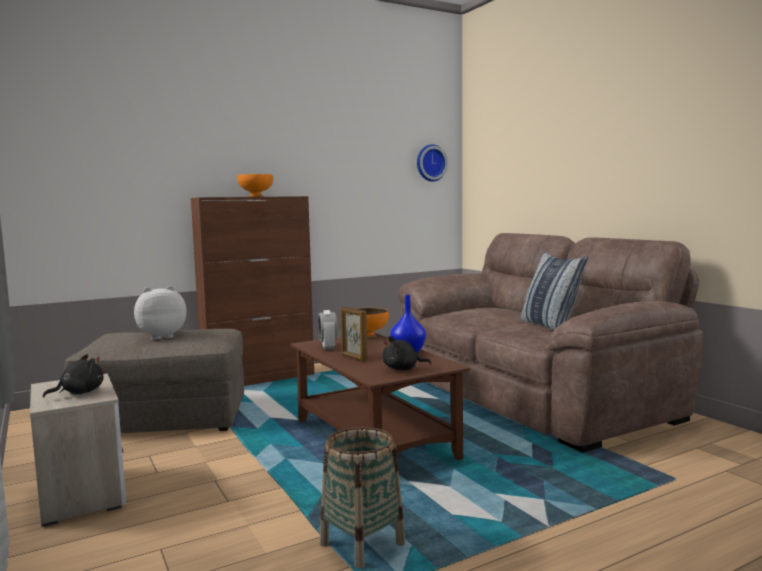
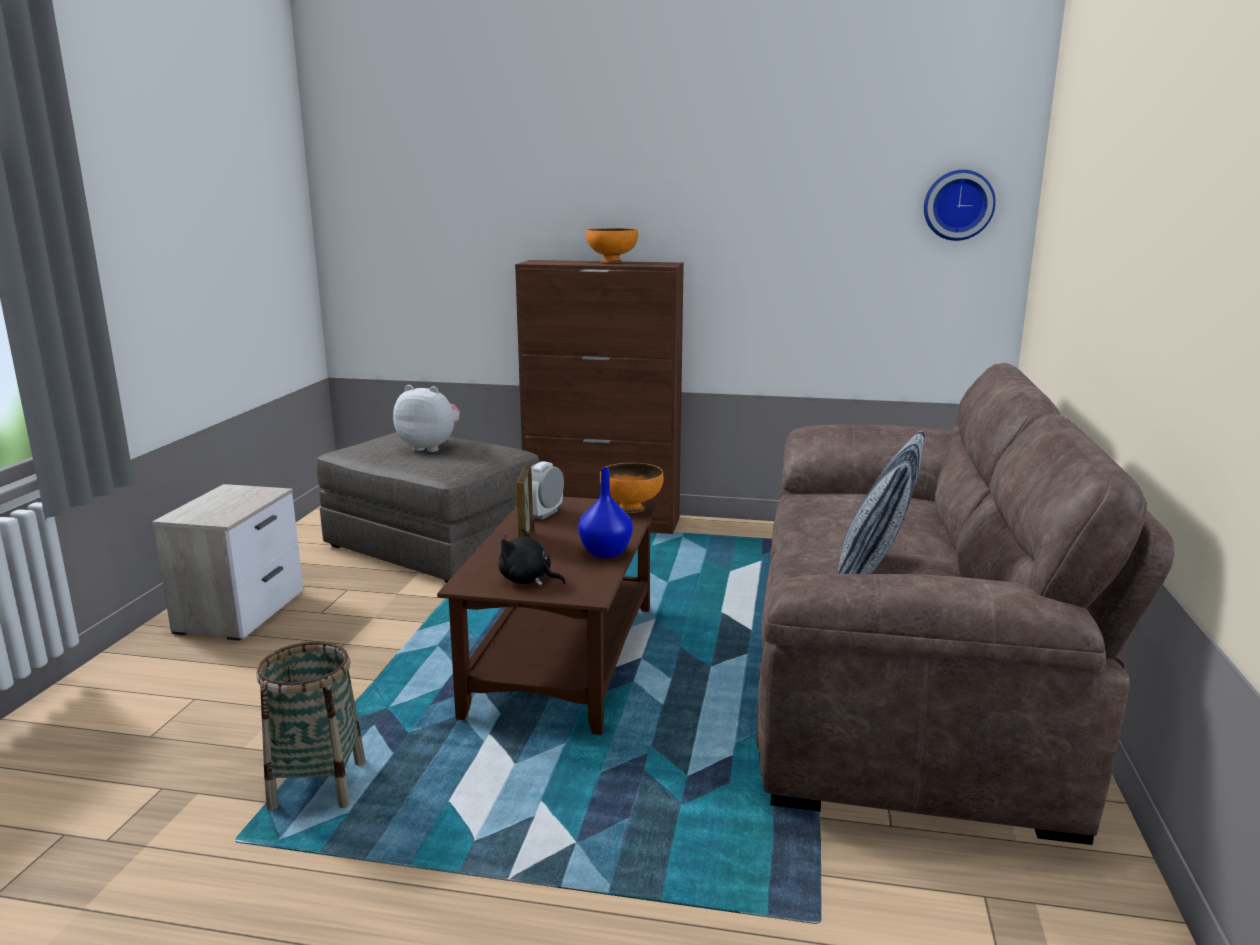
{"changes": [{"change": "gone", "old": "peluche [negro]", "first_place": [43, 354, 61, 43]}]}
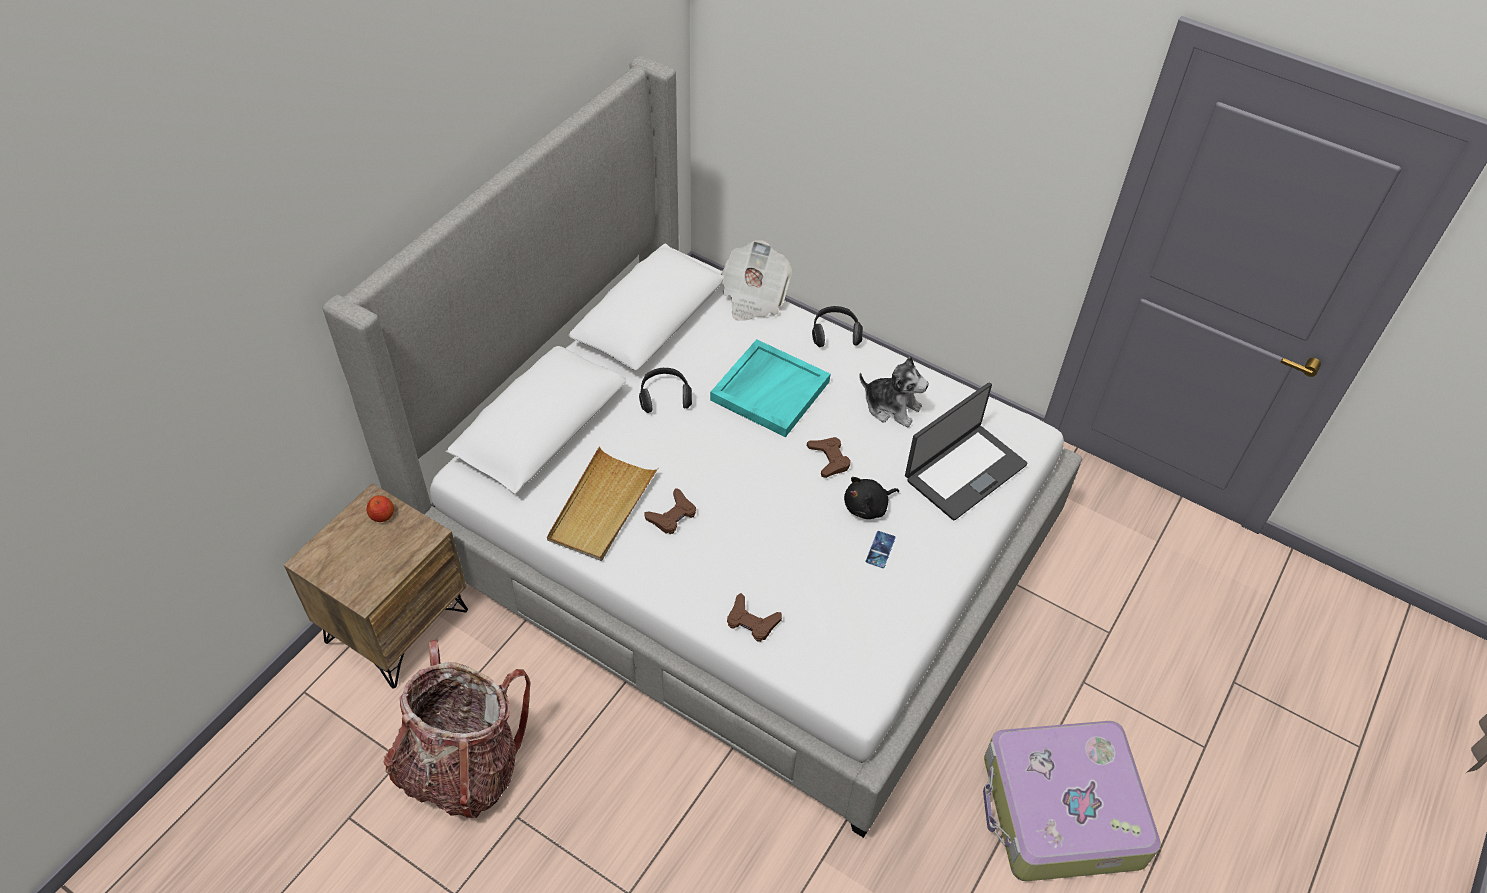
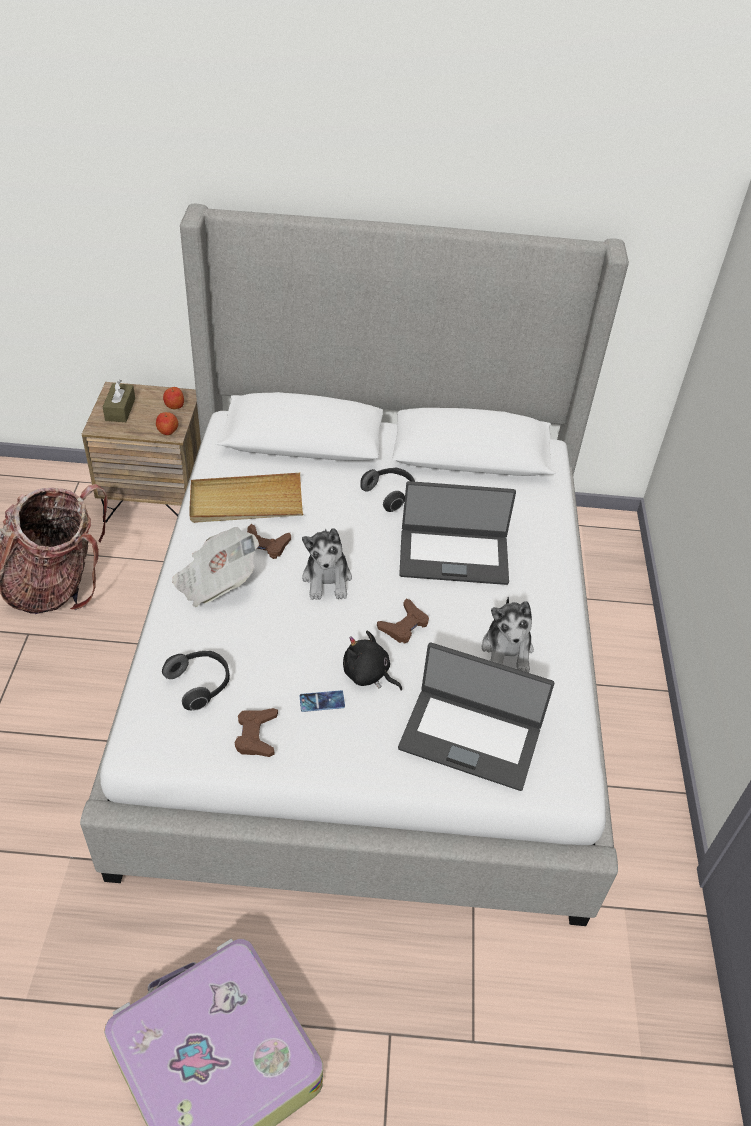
{"changes": [{"change": "shifted", "old": "periódico", "first_place": [721, 240, 71, 81], "second_place": [172, 527, 87, 80]}, {"change": "shifted", "old": "auriculares", "first_place": [812, 306, 51, 41], "second_place": [162, 651, 68, 60]}, {"change": "swapped", "old": "bandeja [turquesa]", "new": "portátil", "first_place": [710, 339, 120, 98], "second_place": [399, 481, 117, 104]}, {"change": "shifted", "old": "mando de consola [marrón]", "first_place": [727, 593, 55, 49], "second_place": [235, 708, 43, 49]}, {"change": "new", "new": "caja de pañuelos [marrón]", "second_place": [103, 380, 32, 42]}, {"change": "new", "new": "manzana", "second_place": [156, 412, 22, 23]}, {"change": "new", "new": "peluche", "second_place": [302, 528, 50, 72]}]}
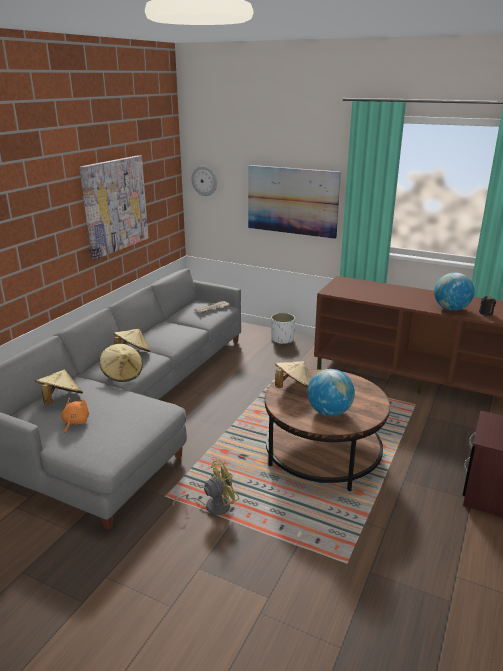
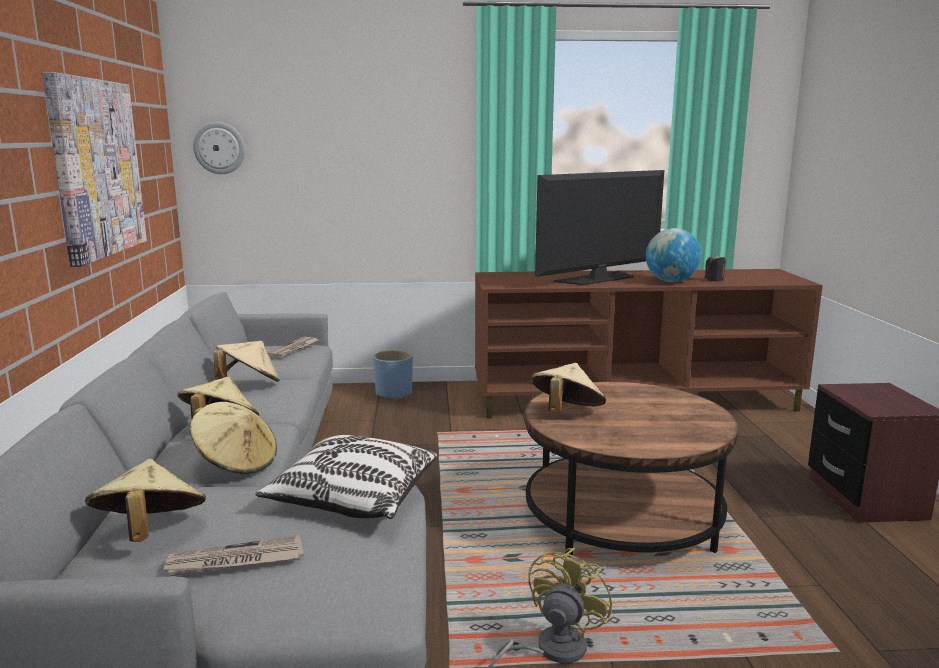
{"changes": [{"change": "gone", "old": "cuadro", "first_place": [248, 165, 93, 74]}, {"change": "repainted", "old": "maceta [blanco]", "new": "maceta [azul]", "first_place": [271, 313, 24, 31], "second_place": [373, 350, 40, 50]}, {"change": "gone", "old": "globo terráqueo", "first_place": [307, 369, 48, 47]}, {"change": "swapped", "old": "peluche [naranja]", "new": "periódico", "first_place": [61, 397, 28, 36], "second_place": [163, 535, 141, 41]}, {"change": "new", "new": "televisor", "second_place": [535, 170, 129, 115]}, {"change": "new", "new": "sombrero [beis]", "second_place": [214, 341, 65, 41]}, {"change": "new", "new": "cojín", "second_place": [256, 435, 181, 84]}]}
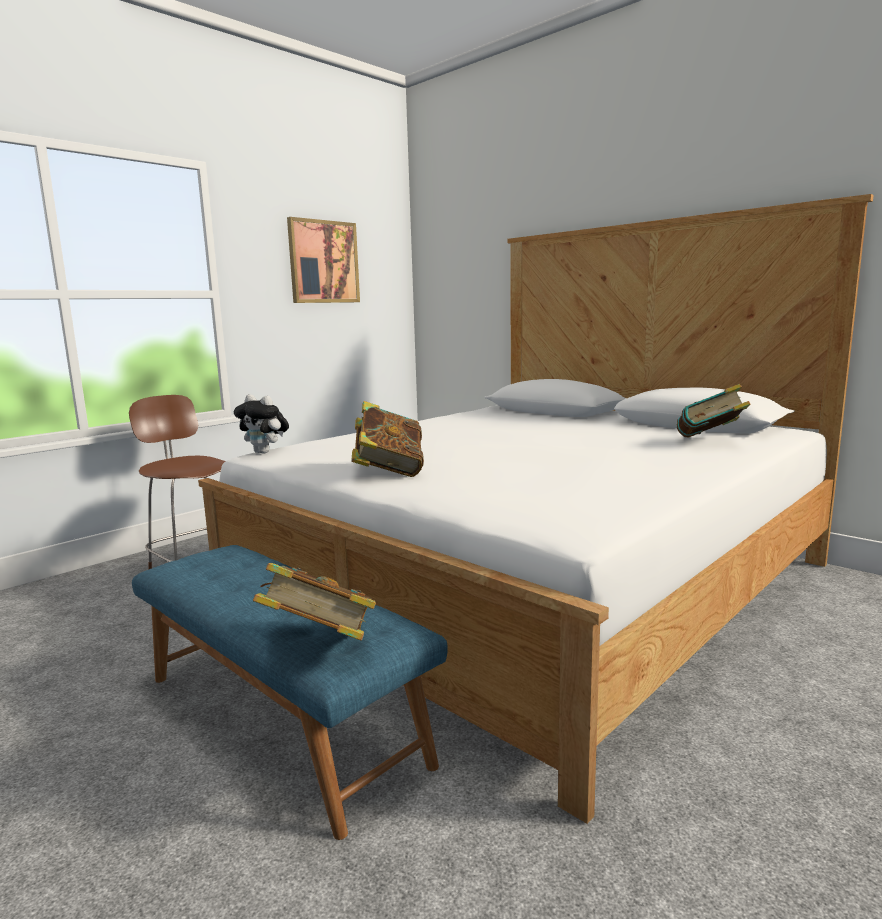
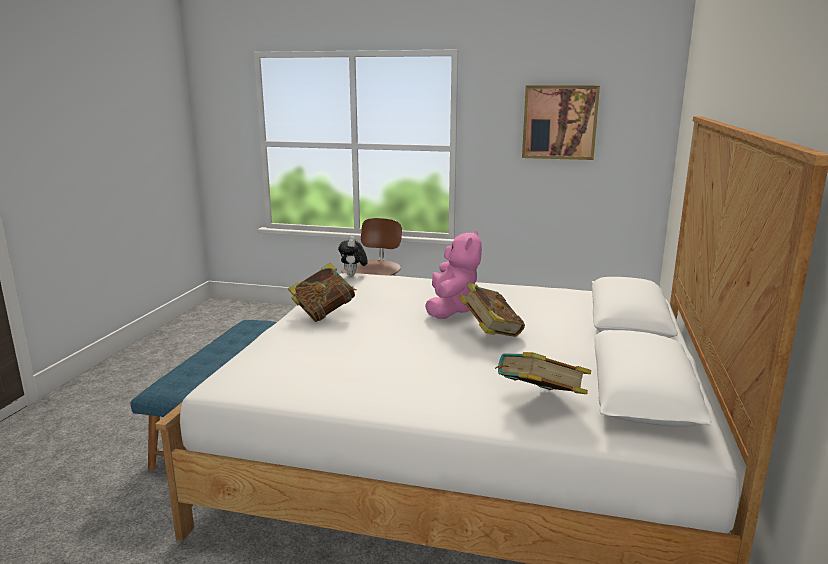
{"changes": [{"change": "shifted", "old": "libro", "first_place": [253, 563, 123, 78], "second_place": [458, 283, 67, 54]}, {"change": "new", "new": "peluche [rosa]", "second_place": [425, 230, 57, 89]}]}
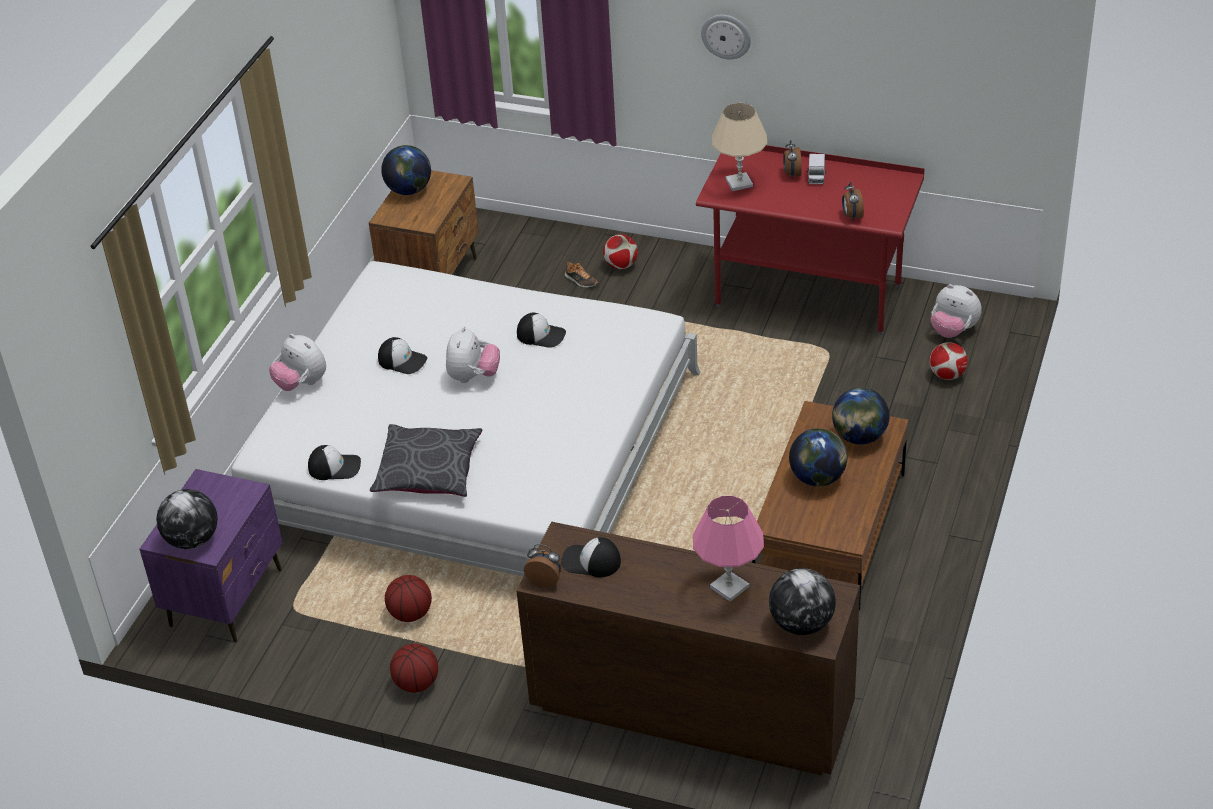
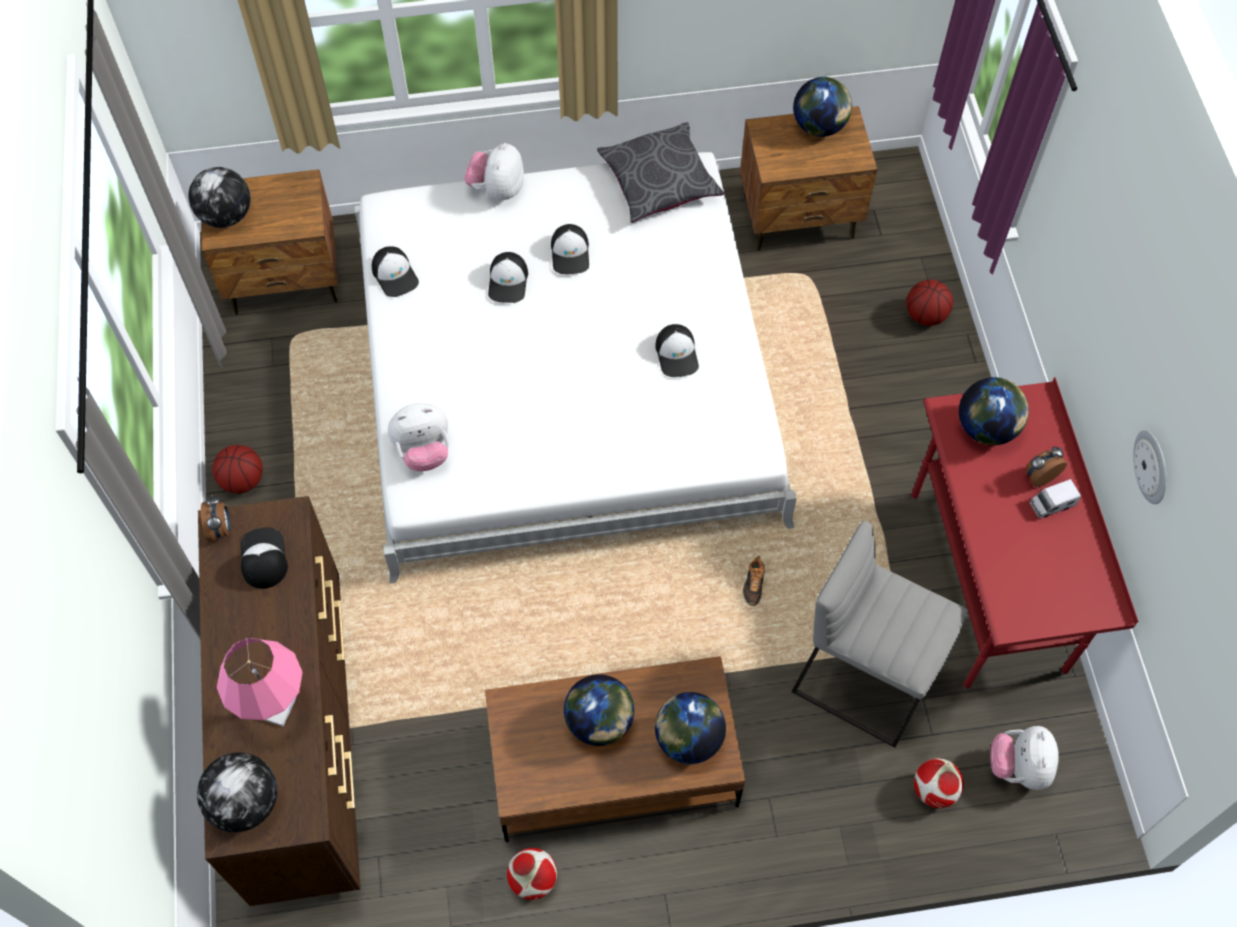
{"changes": [{"change": "shifted", "old": "reloj de pared", "first_place": [701, 15, 50, 44], "second_place": [1133, 430, 34, 74]}, {"change": "swapped", "old": "lámpara de mesa [beis]", "new": "globo terráqueo", "first_place": [712, 103, 56, 88], "second_place": [959, 377, 70, 68]}, {"change": "gone", "old": "despertador", "first_place": [842, 182, 22, 39]}, {"change": "shifted", "old": "balón de fútbol", "first_place": [603, 234, 35, 35], "second_place": [507, 848, 50, 52]}, {"change": "shifted", "old": "zapato", "first_place": [565, 262, 34, 26], "second_place": [742, 556, 23, 50]}, {"change": "shifted", "old": "peluche", "first_place": [446, 327, 54, 56], "second_place": [388, 403, 61, 68]}, {"change": "shifted", "old": "cojín [gris]", "first_place": [370, 424, 112, 73], "second_place": [597, 122, 127, 101]}, {"change": "repainted", "old": "mesita de noche [morado]", "new": "mesita de noche [marrón]", "first_place": [140, 469, 143, 173], "second_place": [201, 169, 137, 146]}, {"change": "shifted", "old": "balón de baloncesto", "first_place": [385, 575, 47, 47], "second_place": [906, 280, 47, 46]}, {"change": "new", "new": "gorra", "second_place": [488, 252, 40, 51]}, {"change": "new", "new": "taburete [gris]", "second_place": [791, 520, 177, 227]}]}
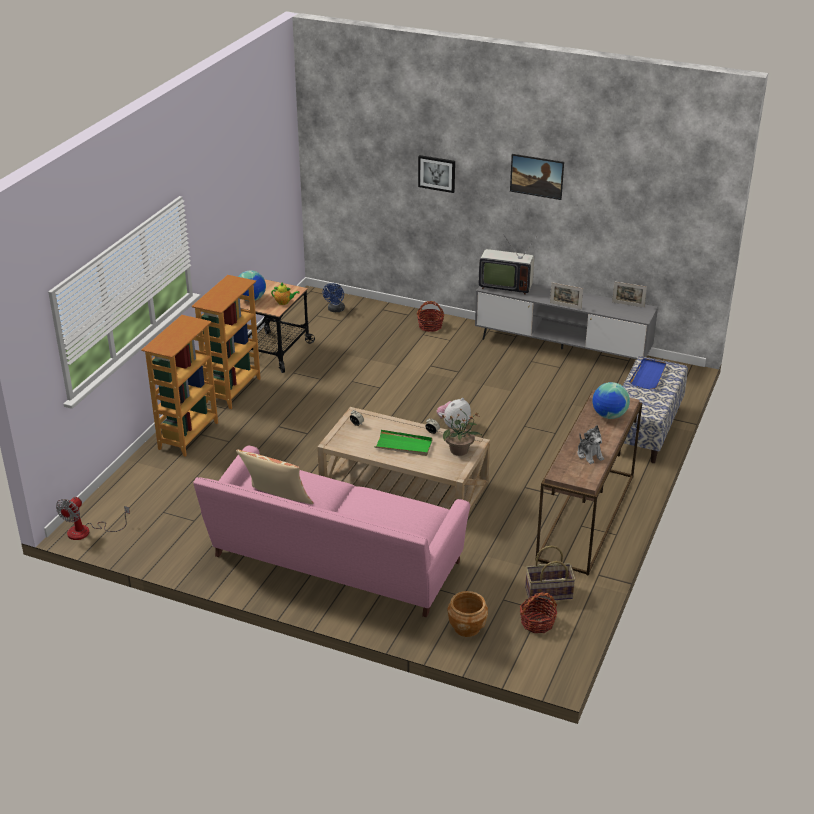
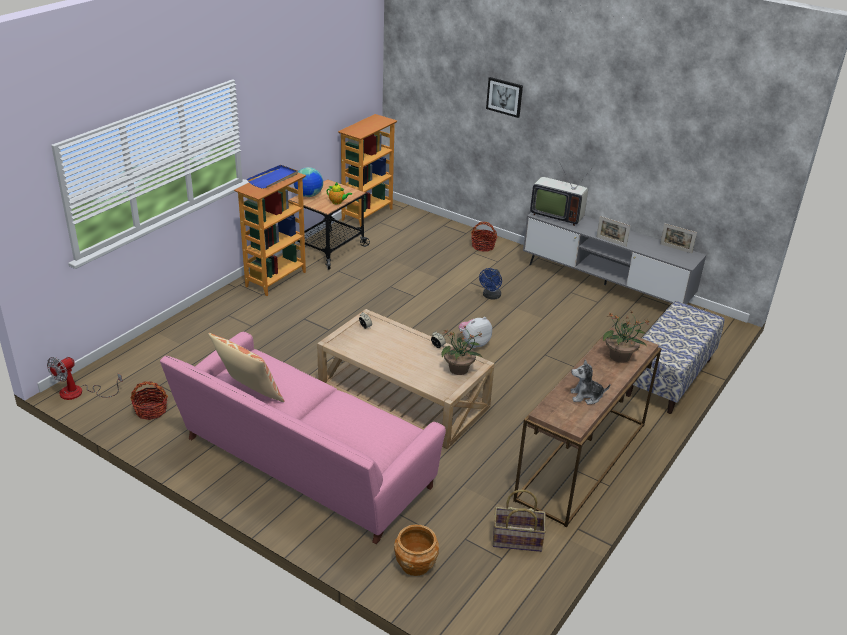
{"changes": [{"change": "gone", "old": "cuadro", "first_place": [510, 154, 54, 46]}, {"change": "shifted", "old": "ventilador [azul]", "first_place": [323, 283, 22, 29], "second_place": [479, 268, 23, 32]}, {"change": "shifted", "old": "estantería", "first_place": [142, 315, 76, 142], "second_place": [338, 114, 59, 113]}, {"change": "shifted", "old": "bandeja [azul]", "first_place": [629, 358, 37, 31], "second_place": [247, 165, 51, 24]}, {"change": "swapped", "old": "globo terráqueo", "new": "planta en maceta", "first_place": [592, 382, 38, 37], "second_place": [603, 311, 47, 52]}, {"change": "rotated", "old": "peluche", "first_place": [577, 425, 27, 39], "second_place": [570, 359, 41, 46], "degrees": 105}, {"change": "gone", "old": "bandeja [verde]", "first_place": [374, 430, 58, 26]}, {"change": "shifted", "old": "cesta", "first_place": [520, 592, 37, 41], "second_place": [131, 381, 37, 39]}]}
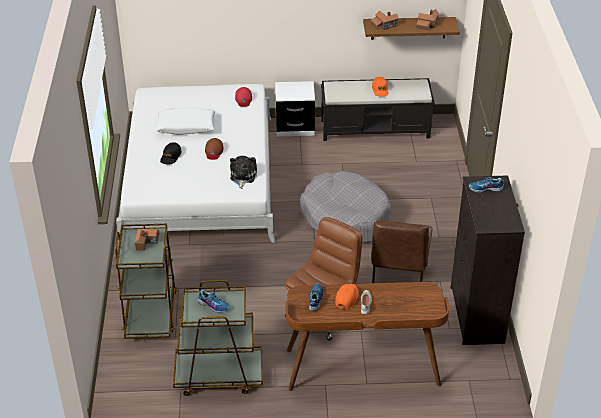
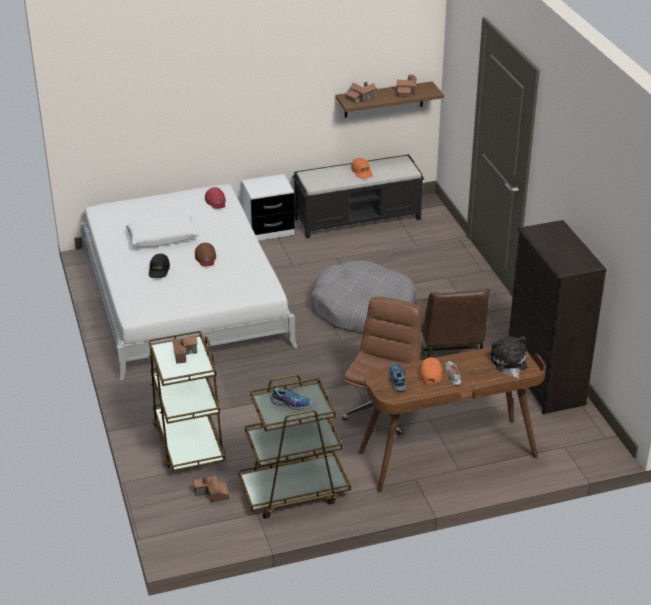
{"changes": [{"change": "shifted", "old": "peluche", "first_place": [230, 156, 27, 33], "second_place": [490, 336, 37, 43]}, {"change": "gone", "old": "zapato", "first_place": [469, 177, 35, 16]}, {"change": "new", "new": "casita", "second_place": [193, 476, 36, 26]}]}
